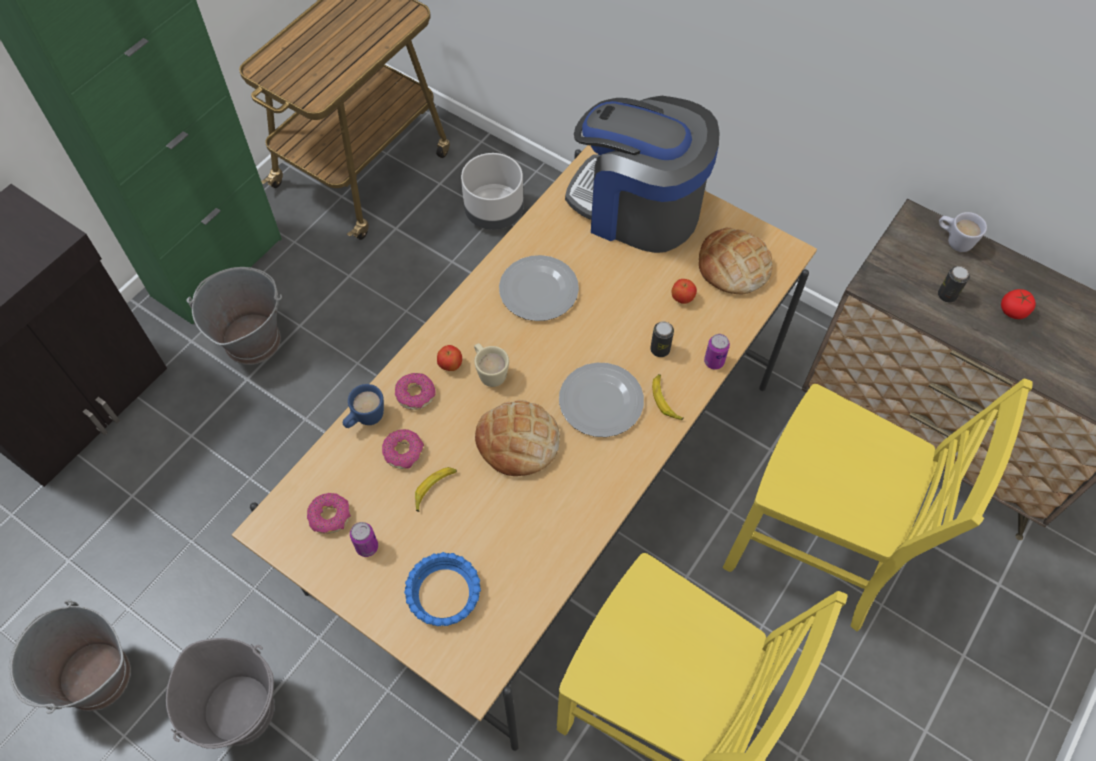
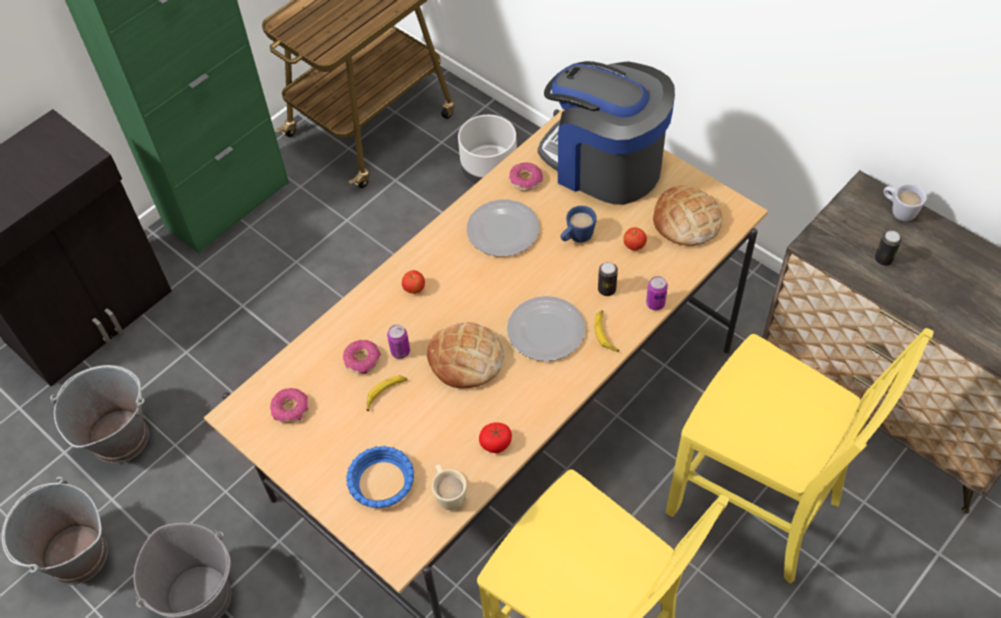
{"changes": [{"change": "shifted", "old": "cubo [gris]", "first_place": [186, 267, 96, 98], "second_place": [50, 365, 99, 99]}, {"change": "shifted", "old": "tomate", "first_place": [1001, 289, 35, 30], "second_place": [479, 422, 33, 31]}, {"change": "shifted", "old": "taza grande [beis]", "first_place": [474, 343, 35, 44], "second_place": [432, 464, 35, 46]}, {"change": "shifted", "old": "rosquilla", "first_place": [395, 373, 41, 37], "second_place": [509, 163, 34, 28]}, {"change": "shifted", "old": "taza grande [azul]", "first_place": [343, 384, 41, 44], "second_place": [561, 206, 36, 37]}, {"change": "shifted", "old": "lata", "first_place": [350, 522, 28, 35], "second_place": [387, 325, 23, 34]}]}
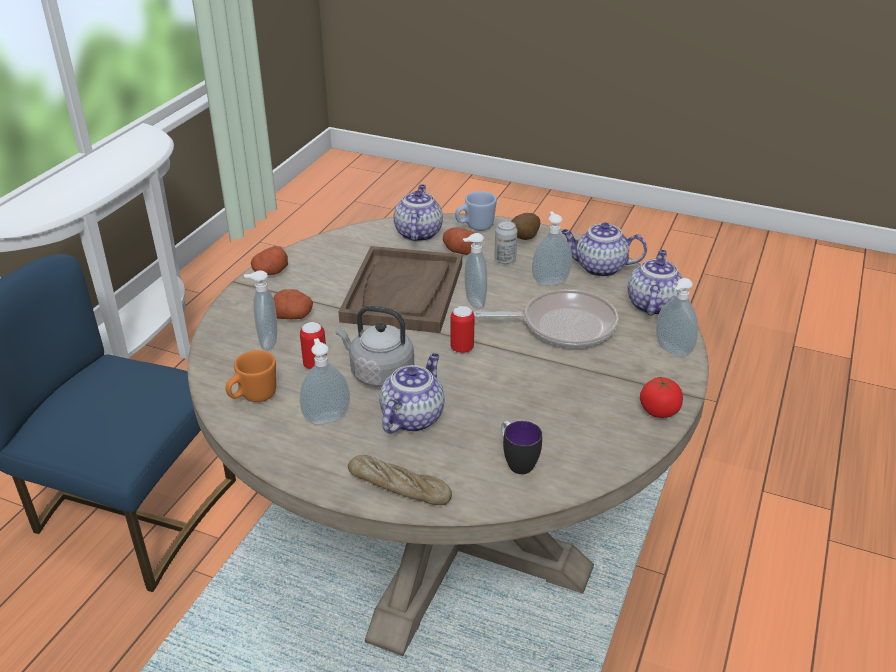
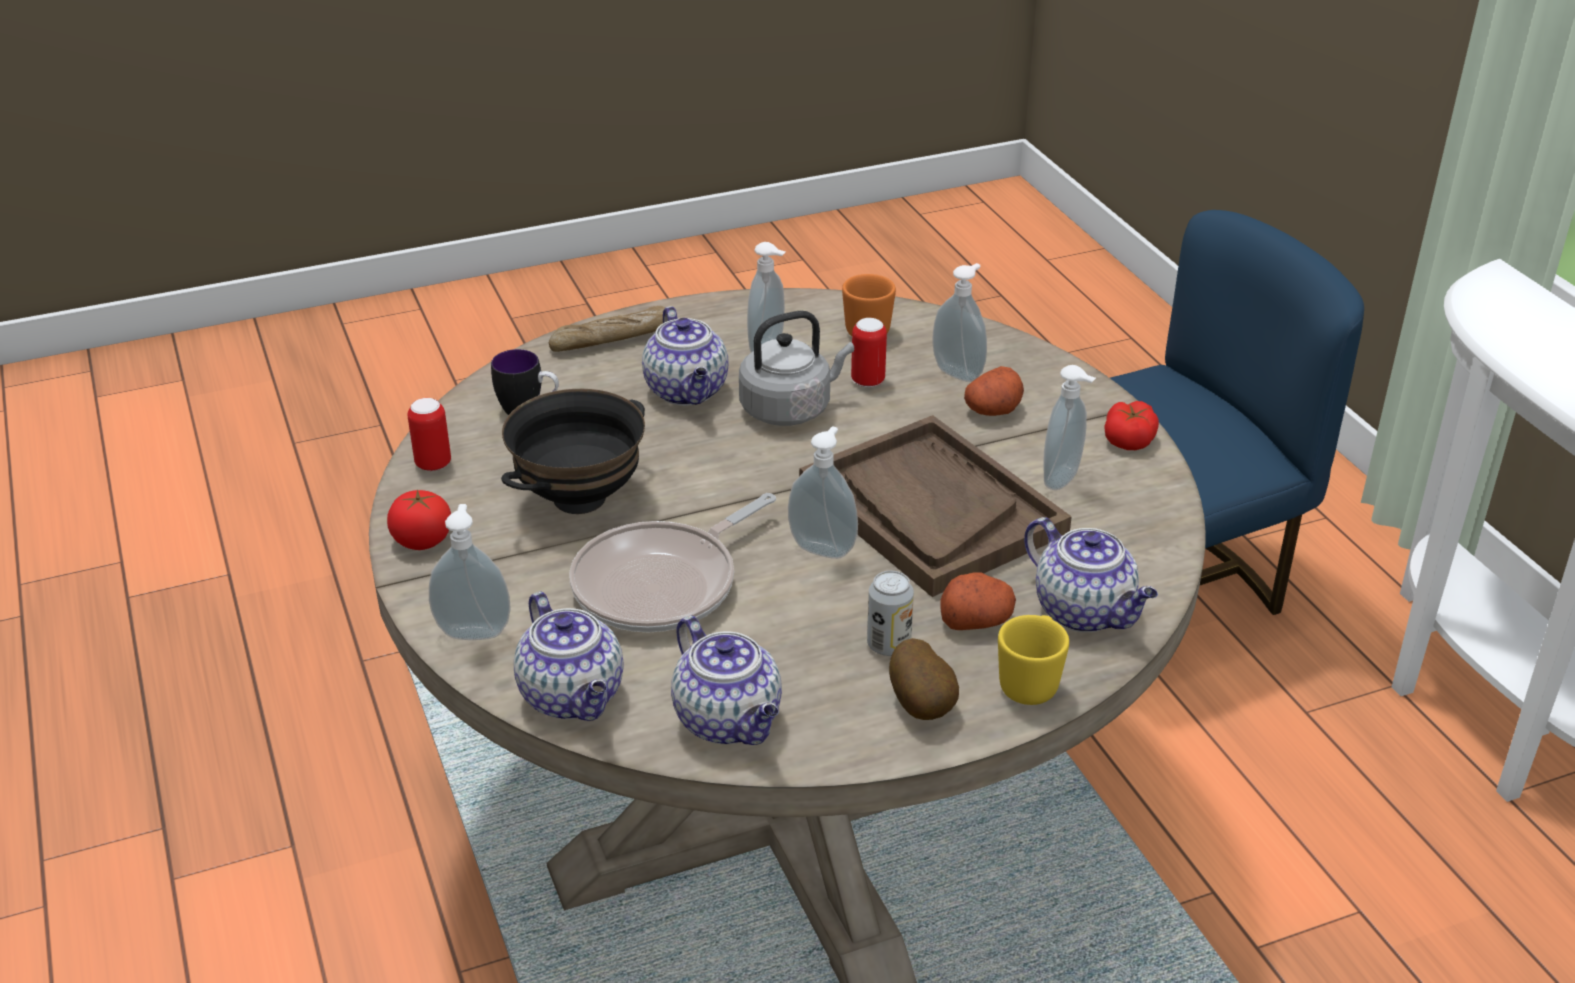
{"changes": [{"change": "repainted", "old": "taza grande [azul]", "new": "taza grande [amarillo]", "first_place": [455, 191, 42, 40], "second_place": [998, 615, 71, 90]}, {"change": "shifted", "old": "dispensador de jabón", "first_place": [532, 211, 40, 74], "second_place": [1043, 365, 53, 125]}, {"change": "rotated", "old": "tetera", "first_place": [561, 222, 86, 55], "second_place": [671, 616, 111, 129], "degrees": 90}, {"change": "swapped", "old": "patata", "new": "tomate", "first_place": [251, 246, 37, 29], "second_place": [1104, 401, 55, 49]}, {"change": "shifted", "old": "lata", "first_place": [450, 306, 25, 47], "second_place": [408, 398, 43, 73]}, {"change": "new", "new": "cuenco [negro]", "second_place": [501, 389, 144, 125]}]}
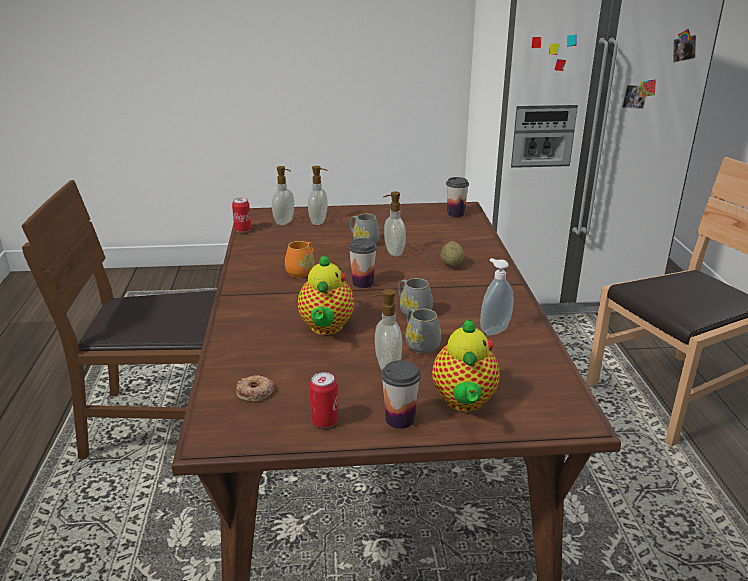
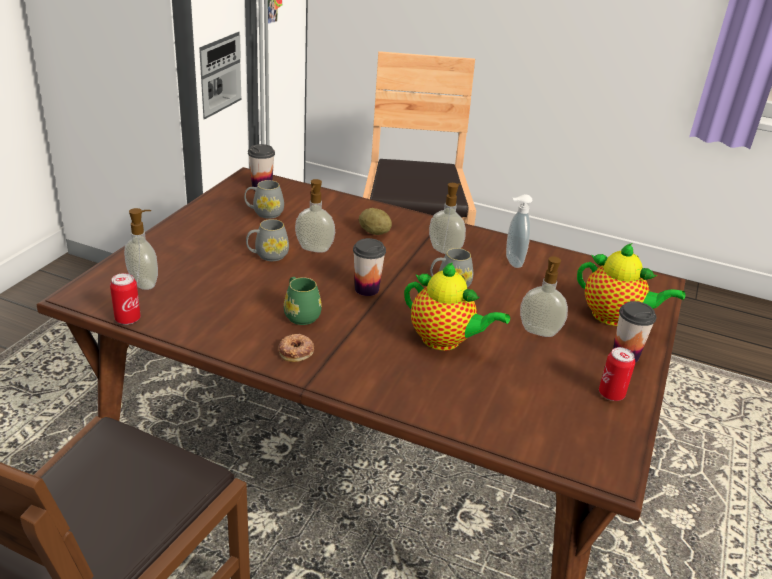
{"changes": [{"change": "shifted", "old": "dispensador de jabón", "first_place": [308, 166, 20, 59], "second_place": [429, 183, 37, 71]}, {"change": "repainted", "old": "taza grande [naranja]", "new": "taza grande [verde]", "first_place": [285, 241, 30, 37], "second_place": [284, 277, 38, 48]}, {"change": "shifted", "old": "taza grande [gris]", "first_place": [406, 309, 35, 45], "second_place": [244, 180, 40, 39]}, {"change": "shifted", "old": "rosquilla", "first_place": [236, 375, 38, 26], "second_place": [278, 334, 36, 28]}]}
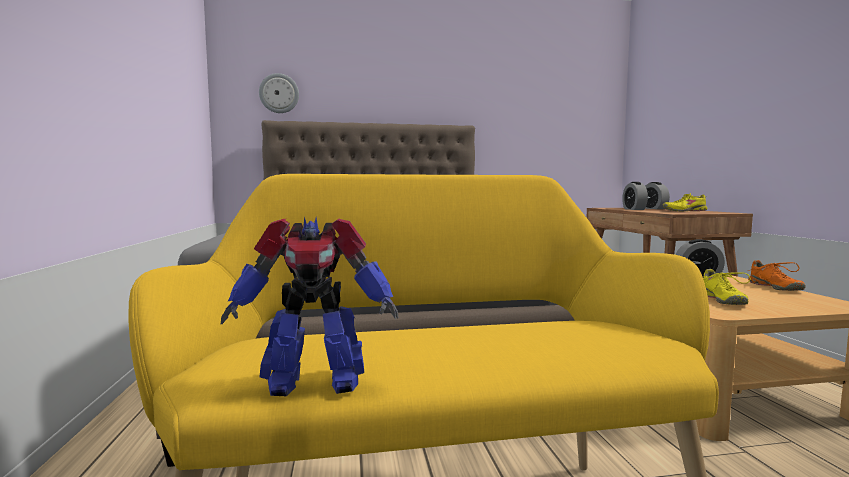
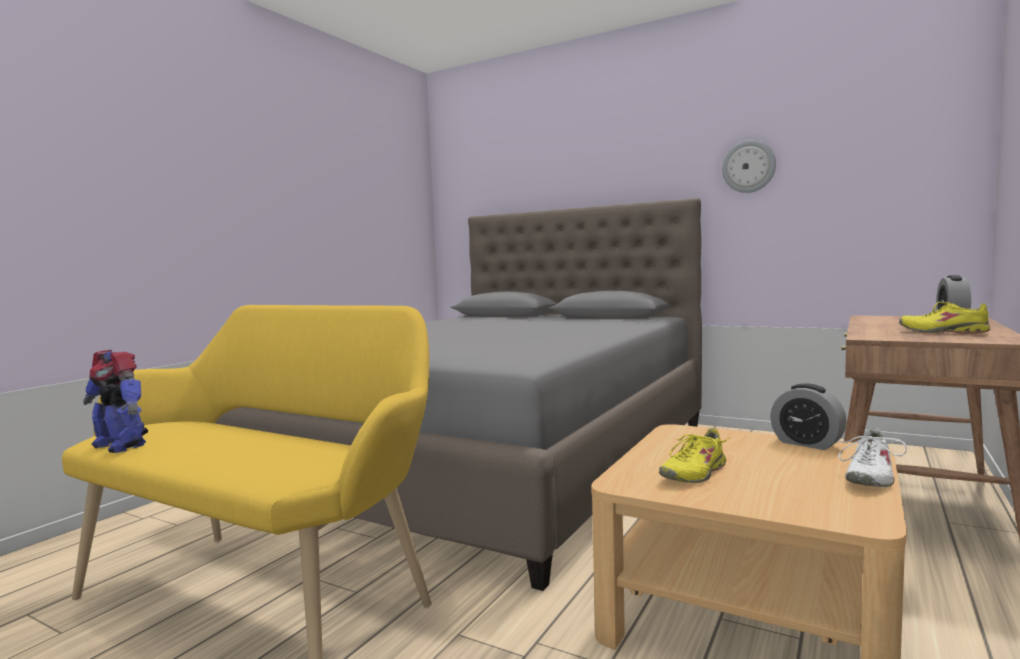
{"changes": [{"change": "shifted", "old": "reloj de pared", "first_place": [259, 73, 40, 40], "second_place": [722, 140, 54, 53]}, {"change": "gone", "old": "despertador", "first_place": [622, 182, 26, 28]}, {"change": "repainted", "old": "zapato [naranja]", "new": "zapato [blanco]", "first_place": [747, 260, 59, 31], "second_place": [836, 428, 71, 59]}]}
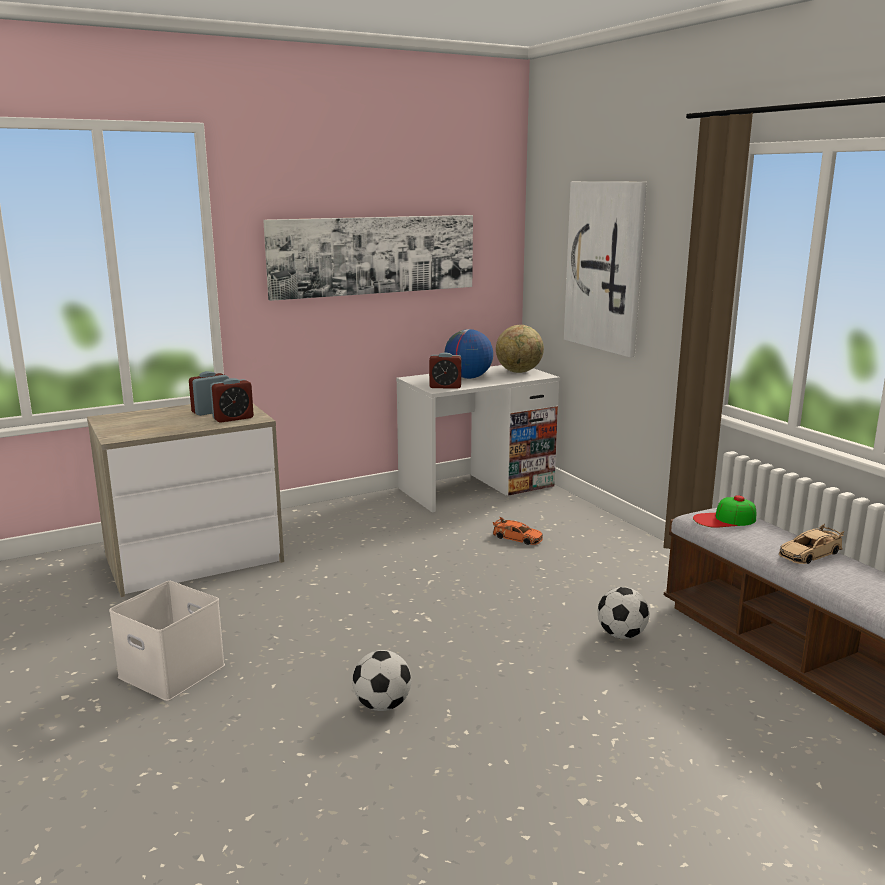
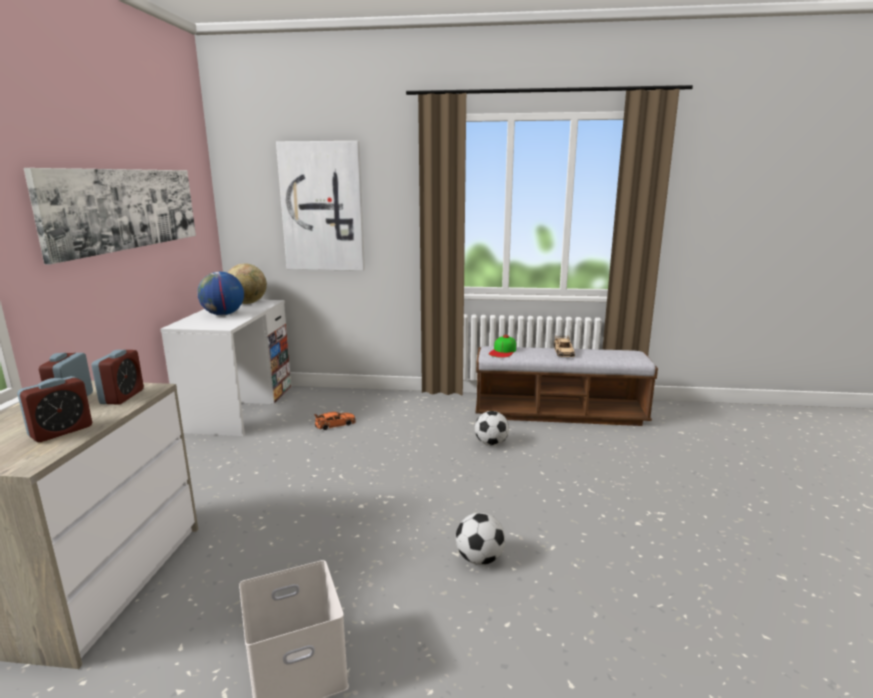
{"changes": [{"change": "shifted", "old": "despertador", "first_place": [429, 352, 32, 37], "second_place": [17, 376, 75, 66]}]}
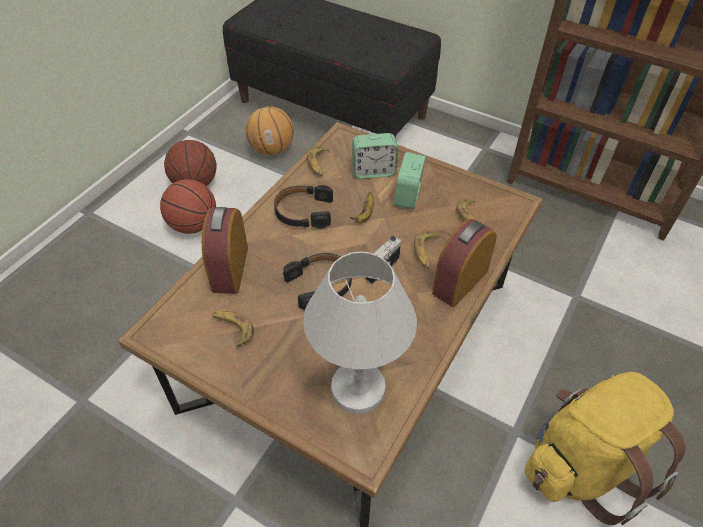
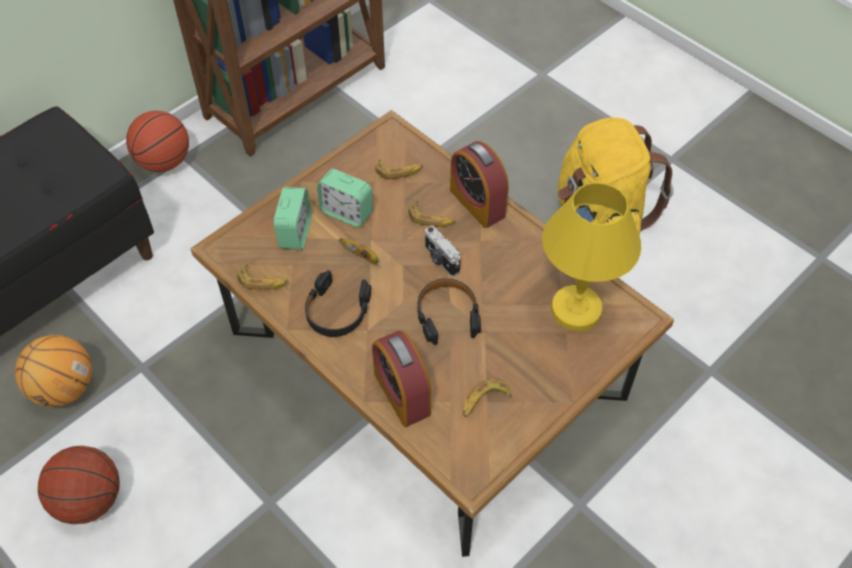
{"changes": [{"change": "shifted", "old": "balón de baloncesto", "first_place": [160, 179, 56, 55], "second_place": [126, 111, 63, 61]}, {"change": "rotated", "old": "despertador", "first_place": [202, 207, 46, 87], "second_place": [372, 331, 59, 96], "degrees": 45}, {"change": "repainted", "old": "lámpara de mesa [blanco]", "new": "lámpara de mesa [amarillo]", "first_place": [303, 252, 114, 162], "second_place": [542, 182, 99, 149]}]}
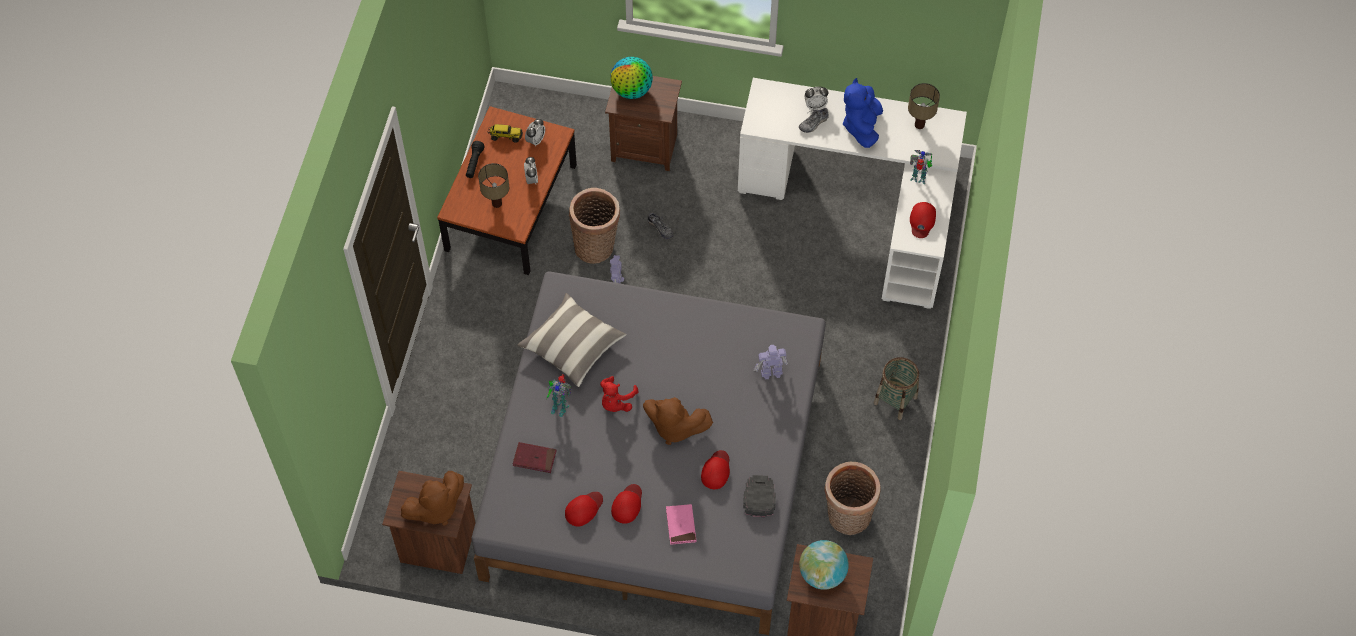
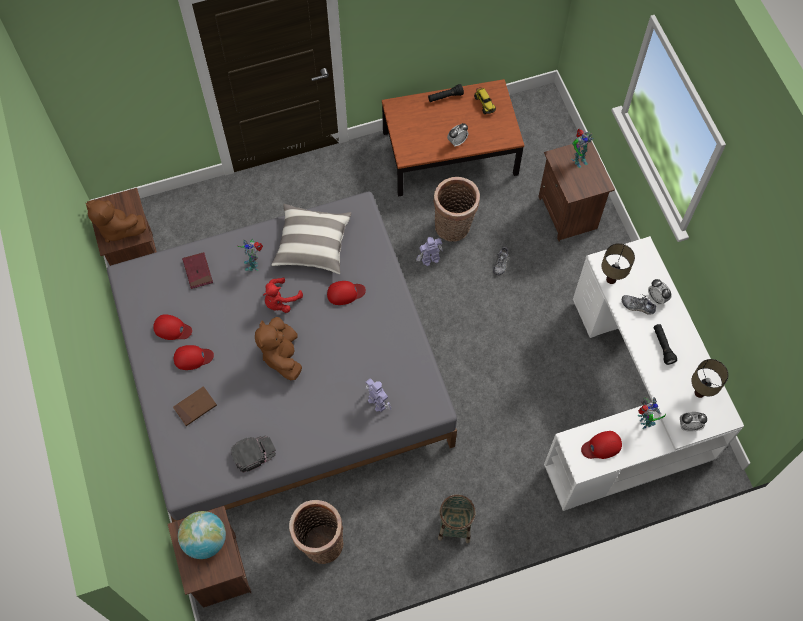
{"changes": [{"change": "swapped", "old": "globo terráqueo", "new": "robot de juguete", "first_place": [610, 57, 43, 42], "second_place": [571, 128, 23, 40]}, {"change": "swapped", "old": "peluche [azul]", "new": "linterna [negro]", "first_place": [843, 78, 40, 70], "second_place": [653, 324, 24, 41]}, {"change": "shifted", "old": "despertador", "first_place": [525, 118, 20, 29], "second_place": [680, 412, 27, 20]}, {"change": "shifted", "old": "lámpara de mesa", "first_place": [478, 163, 31, 45], "second_place": [601, 243, 34, 41]}, {"change": "rotated", "old": "peluche [rojo]", "first_place": [600, 376, 38, 36], "second_place": [263, 278, 40, 35], "degrees": -45}, {"change": "shifted", "old": "gorra [rojo]", "first_place": [701, 450, 29, 39], "second_place": [327, 281, 39, 24]}, {"change": "repainted", "old": "libro [rosa]", "new": "libro [marrón]", "first_place": [666, 504, 30, 41], "second_place": [173, 386, 44, 40]}]}
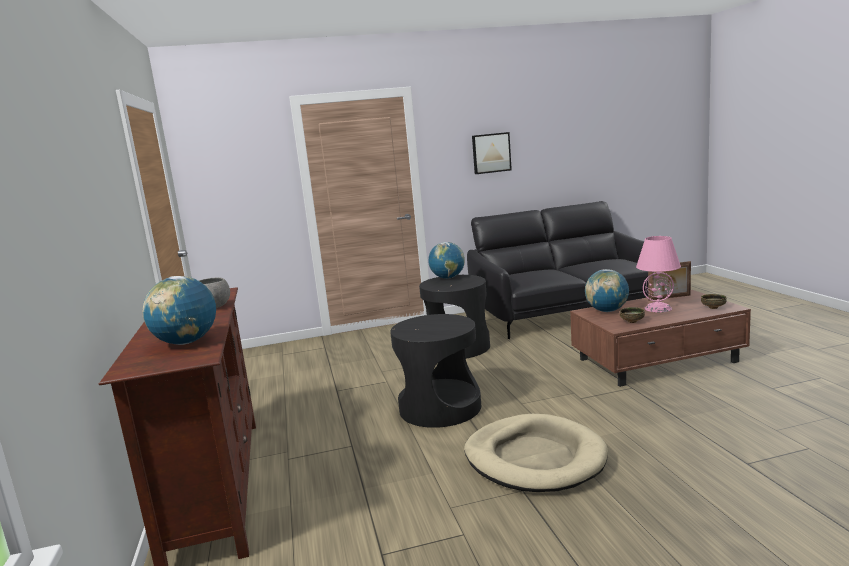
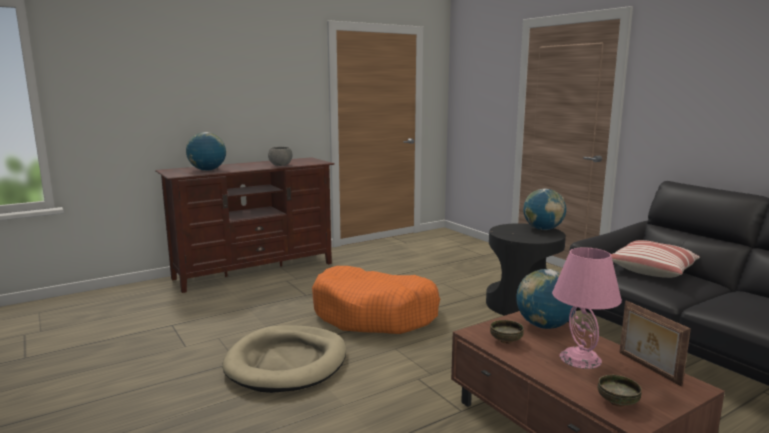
{"changes": [{"change": "gone", "old": "cuadro", "first_place": [472, 132, 40, 42]}, {"change": "swapped", "old": "mesa auxiliar [negro]", "new": "cama para perro [naranja]", "first_place": [390, 314, 91, 114], "second_place": [312, 266, 128, 68]}, {"change": "new", "new": "cojín", "second_place": [611, 240, 89, 38]}]}
